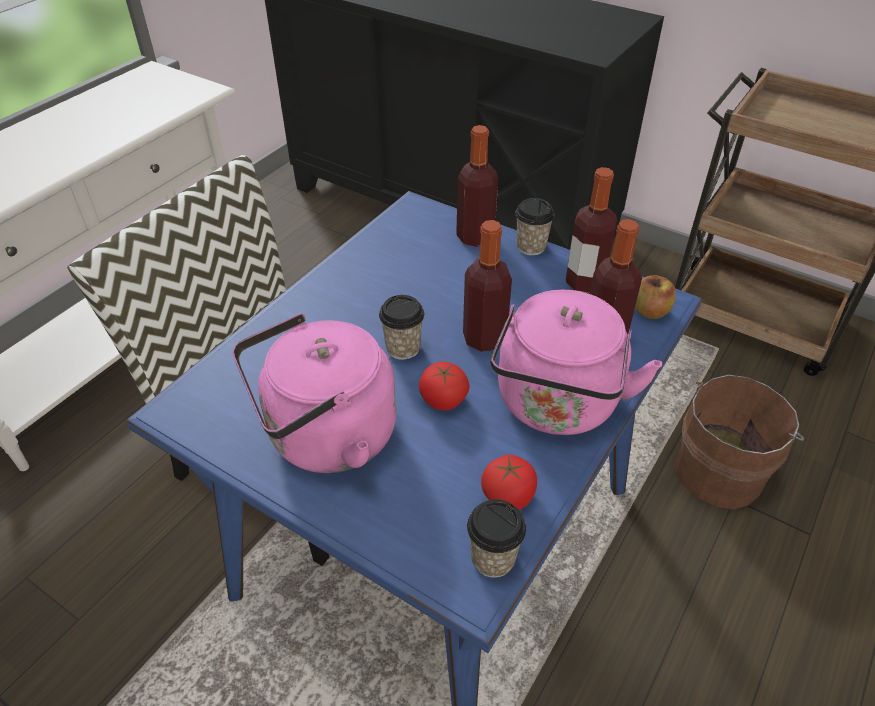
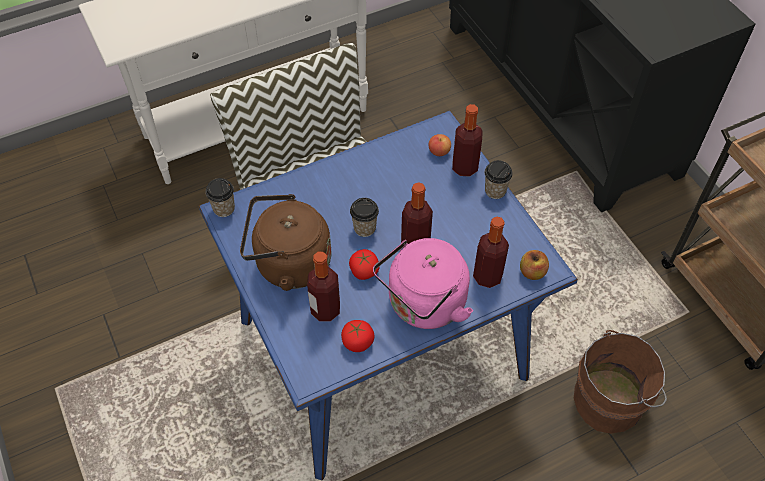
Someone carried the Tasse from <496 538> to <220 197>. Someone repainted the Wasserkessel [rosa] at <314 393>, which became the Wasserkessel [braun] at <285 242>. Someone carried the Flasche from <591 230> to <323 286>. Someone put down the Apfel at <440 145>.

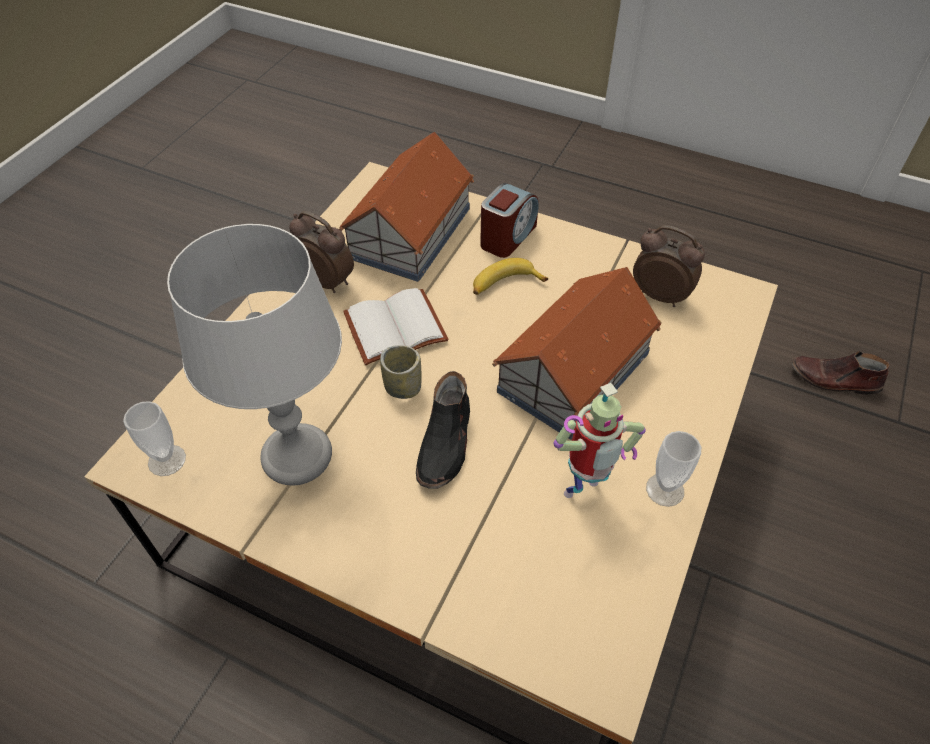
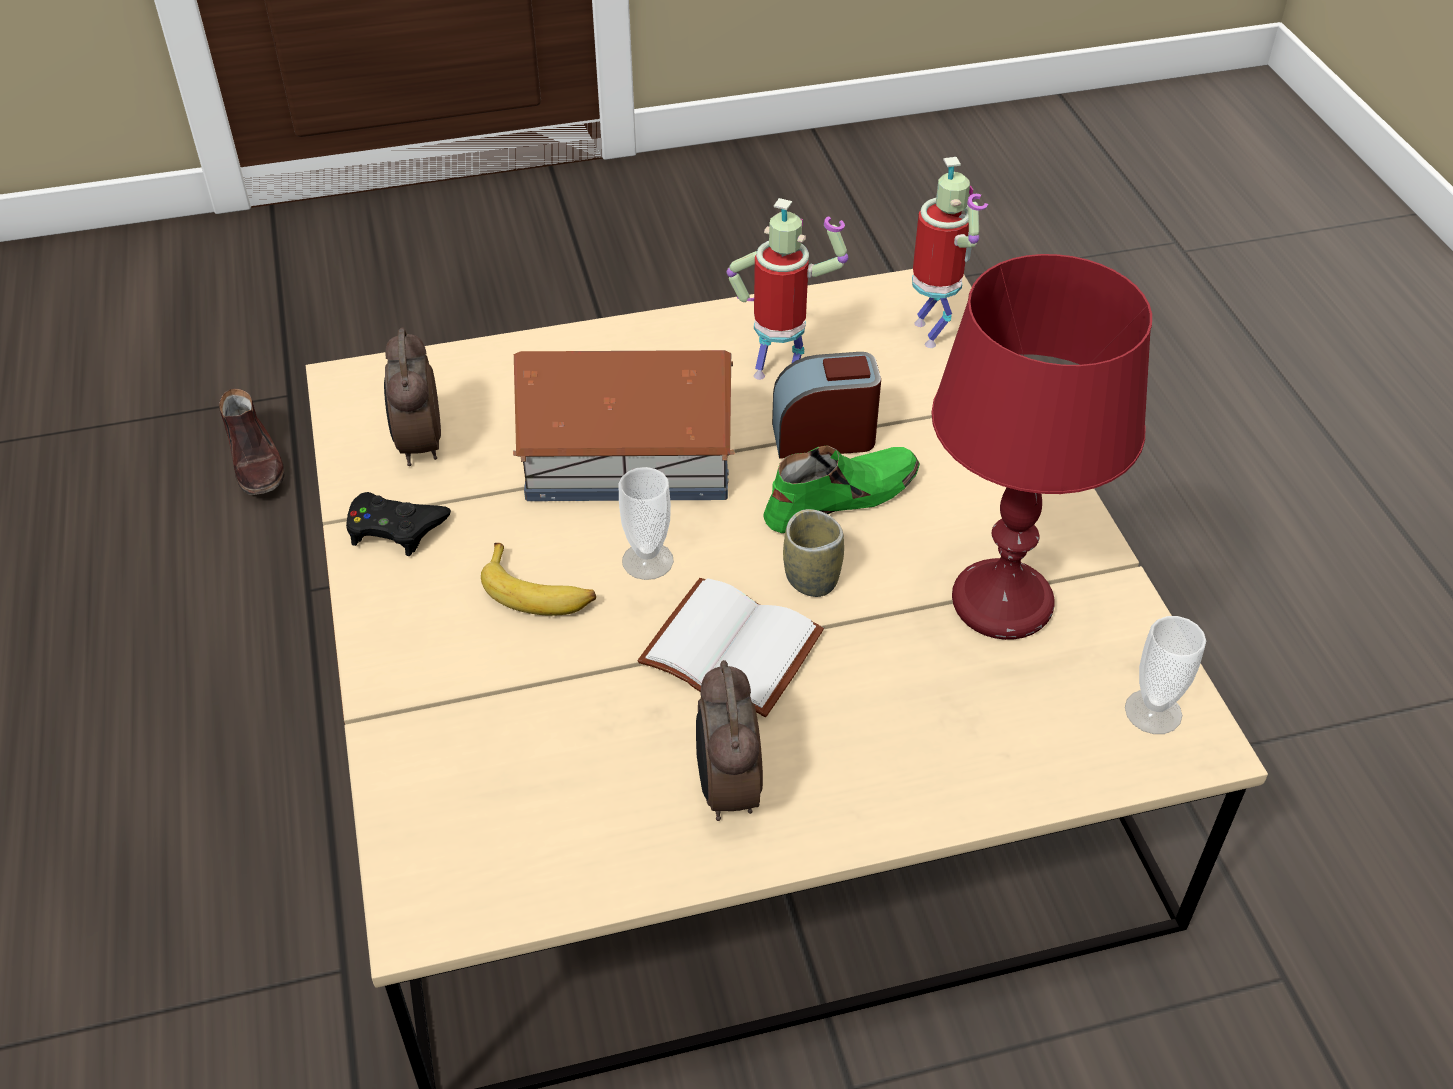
Someone put down the Gamepad [schwarz] at <398 524>. Someone carried the Tasse from <673 469> to <646 523>. Someone repainted the Schuh [schwarz] at <443 430>, which became the Schuh [grün] at <841 489>. Someone carried the Wecker from <509 220> to <826 405>. Someone put down the Spielzeugroboter at <950 252>. Someone repainted the Tischlampe [grau] at <254 355>, which became the Tischlampe [rot] at <1041 447>. Someone took away the Spielzeughaus at <406 207>.

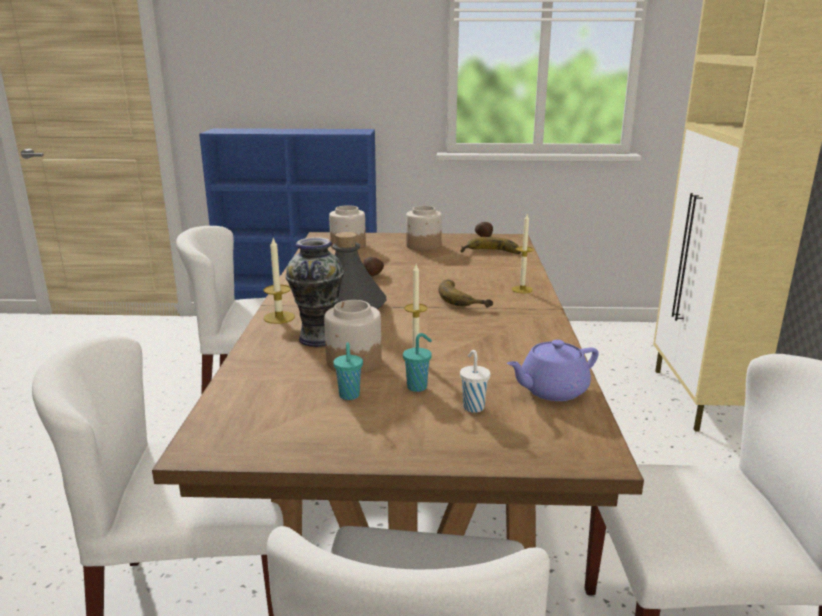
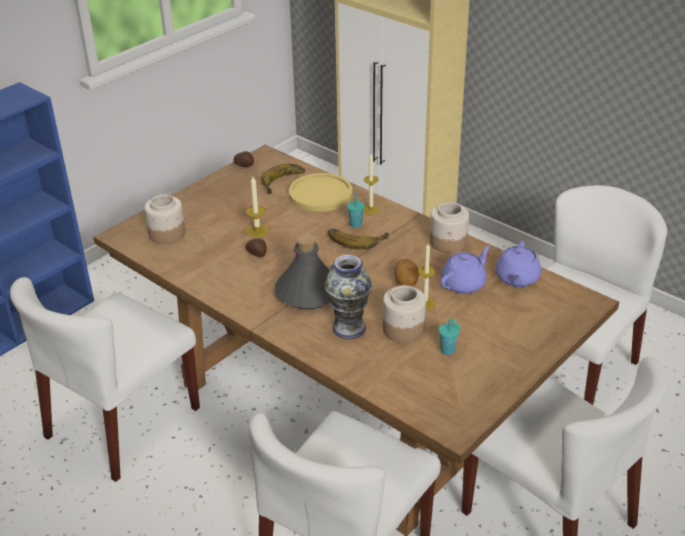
Someone carried the Kerze from <279 281> to <257 207>. Someone put down the Teller [gelb] at <320 192>. Someone carried the Tasse [türkis] from <417 362> to <355 210>. Someone put down the Kartoffel at <406 273>. Someone carried the Vorratsglas from <424 228> to <449 227>. Someone put down the Teekanne [lila] at <465 270>. Someone took away the Tasse [weiß] at <475 381>.

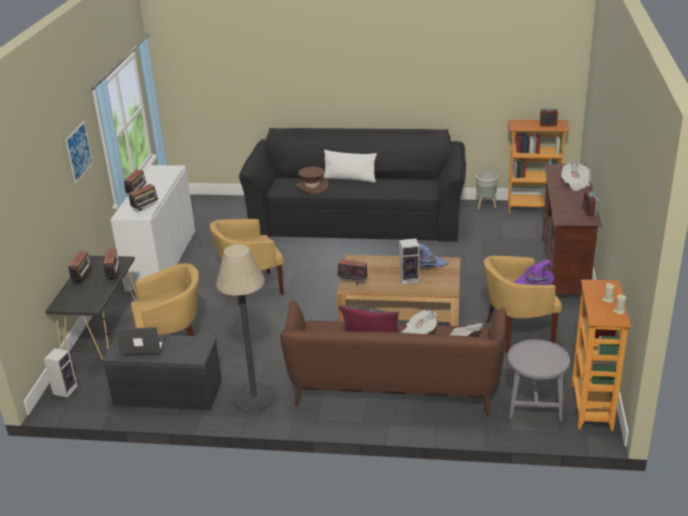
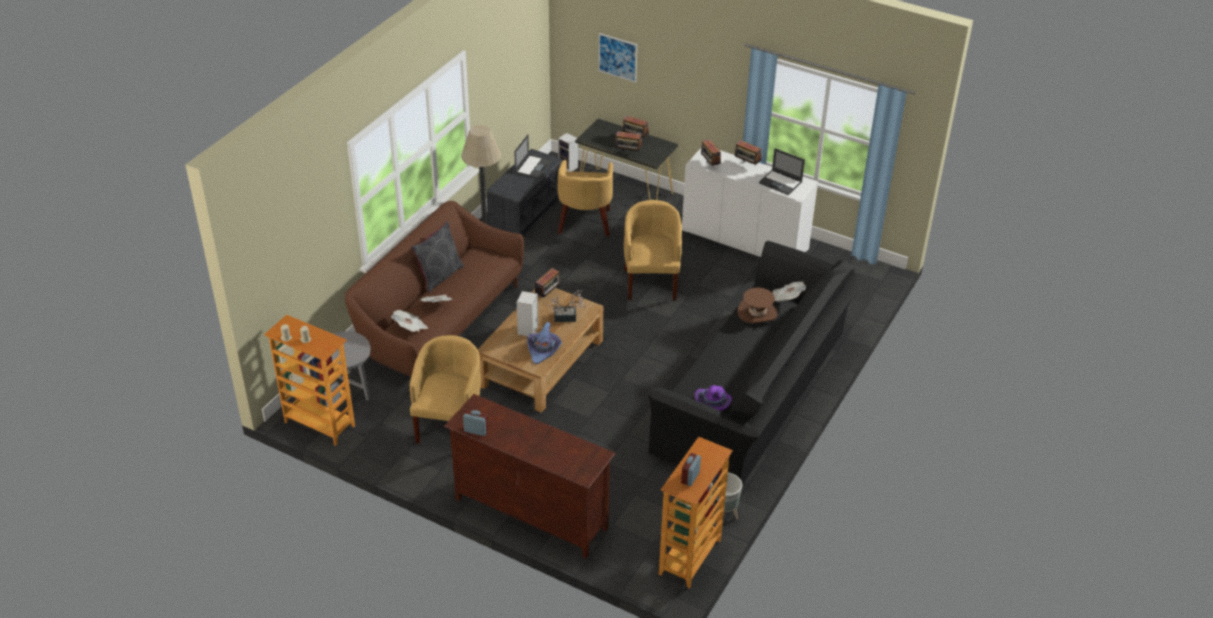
Someone put down the Topfpflanze at <567 306>. Someone carried the Bild from <79 152> to <617 58>. Someone carried the Hut [lila] from <534 272> to <713 398>. Someone put down the Laptop at <782 171>. Someone carried the Zeitung from <576 176> to <789 291>. Someone took away the Kissen [weiß] at <350 166>.

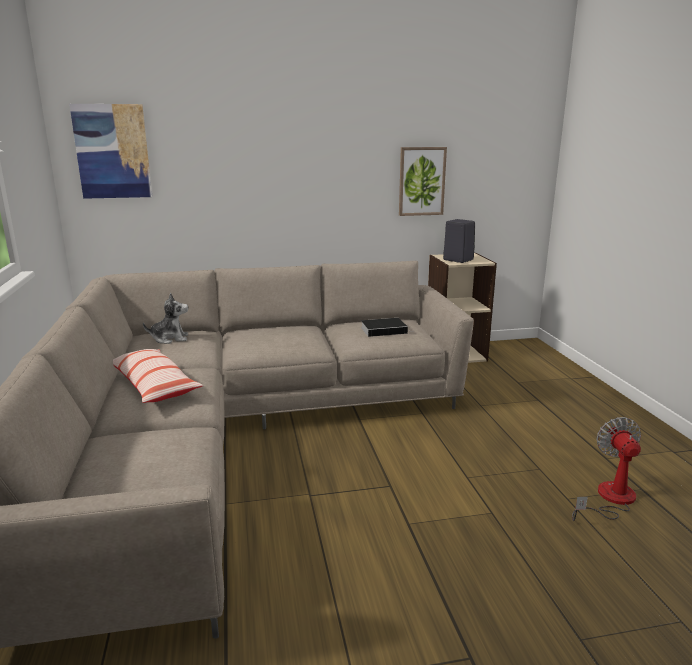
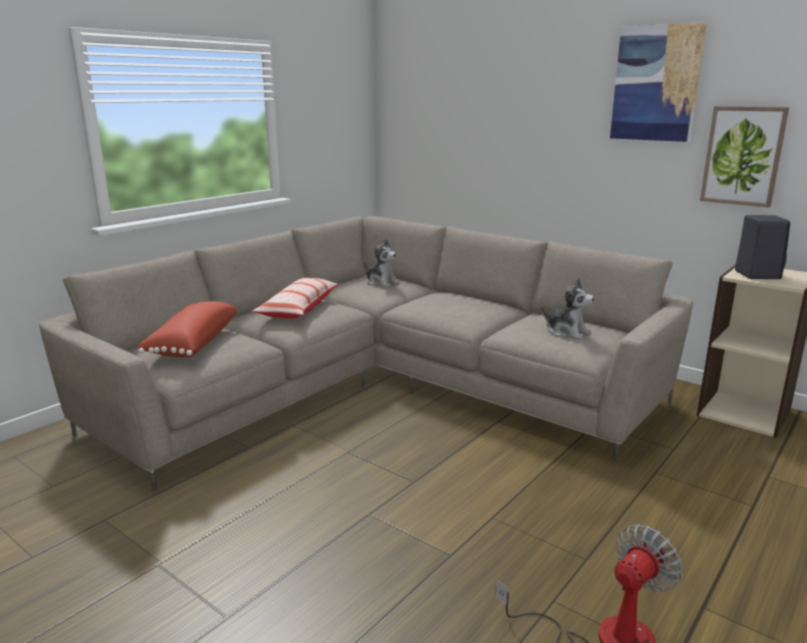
Someone put down the Kissen [rot] at <187 329>. Someone swapped the Buch at <387 327> for the Plüschtier at <567 309>. Someone carried the Bild from <111 151> to <658 82>.

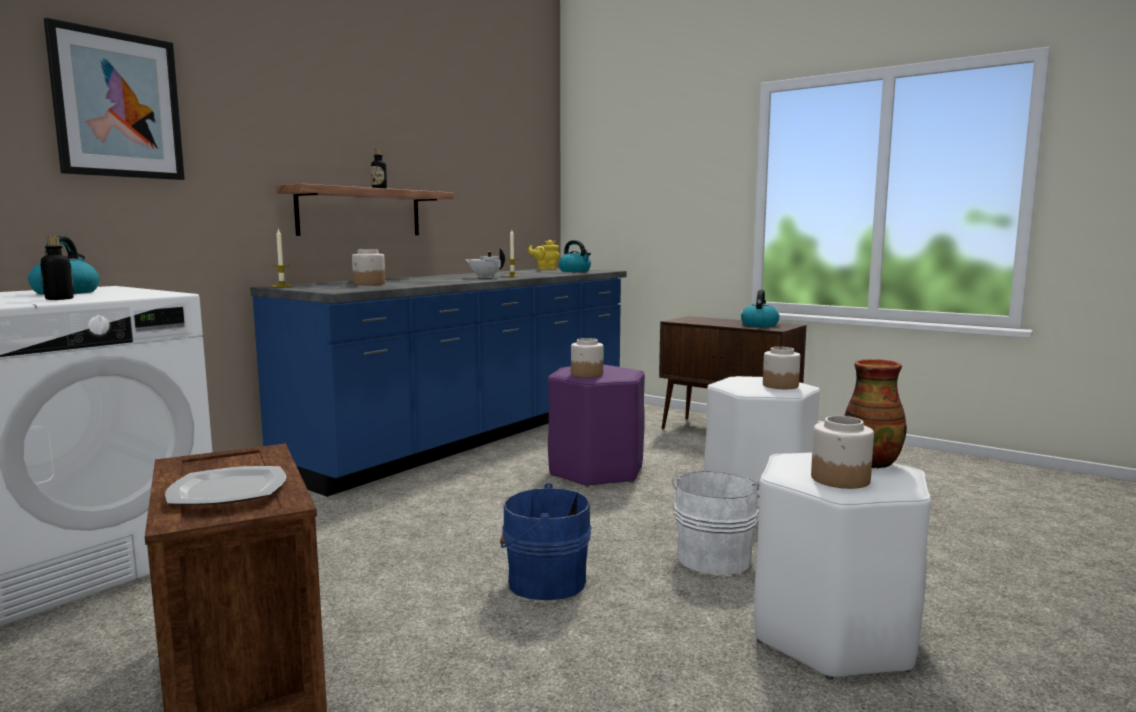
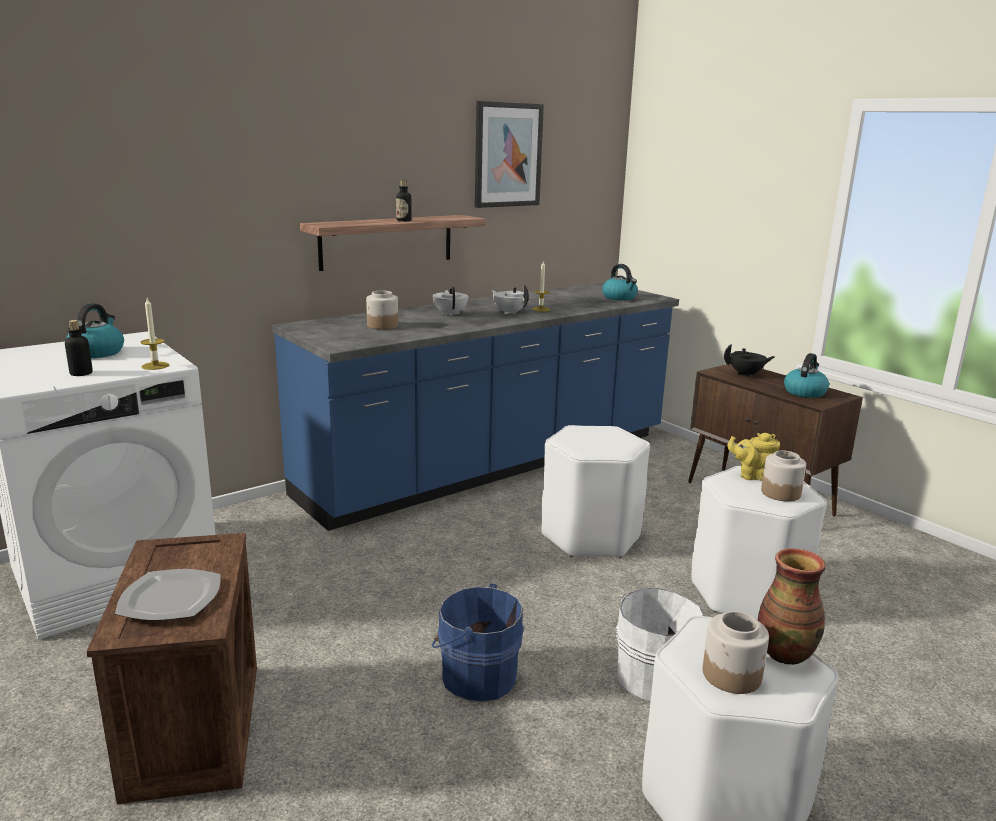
Someone carried the Kerze from <282 257> to <155 334>. Someone put down the Teekanne [weiß] at <450 301>. Someone carried the Bild from <114 99> to <509 154>. Someone repainted the Hocker [lila] at <596 426>, which became the Hocker [weiß] at <595 491>. Someone put down the Teekanne [schwarz] at <749 361>. Someone carried the Teekanne [gelb] from <544 255> to <753 457>. Someone took away the Vorratsglas at <587 357>.

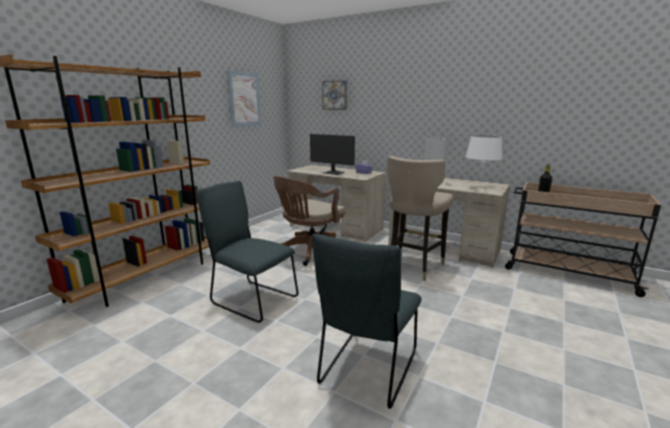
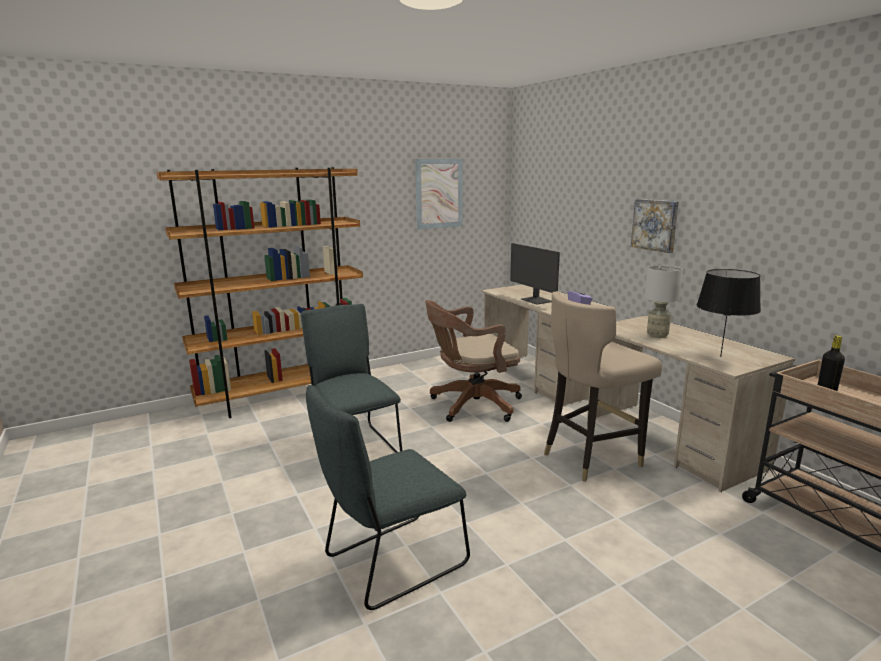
Someone carried the Bild from <335 95> to <655 226>. Someone repainted the Tischlampe [weiß] at <484 160>, which became the Tischlampe [schwarz] at <728 313>.

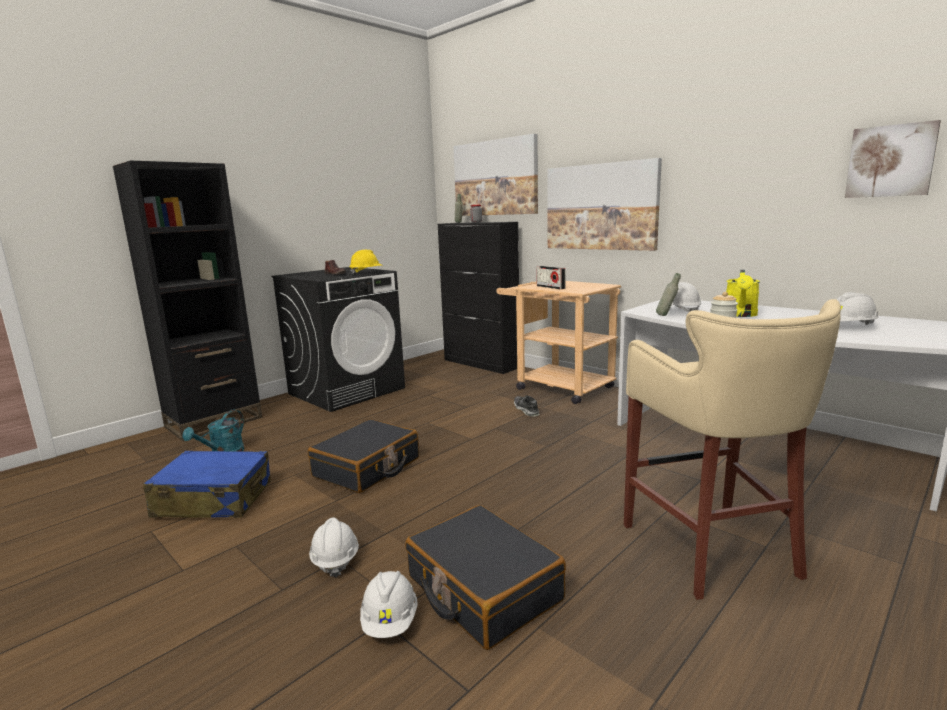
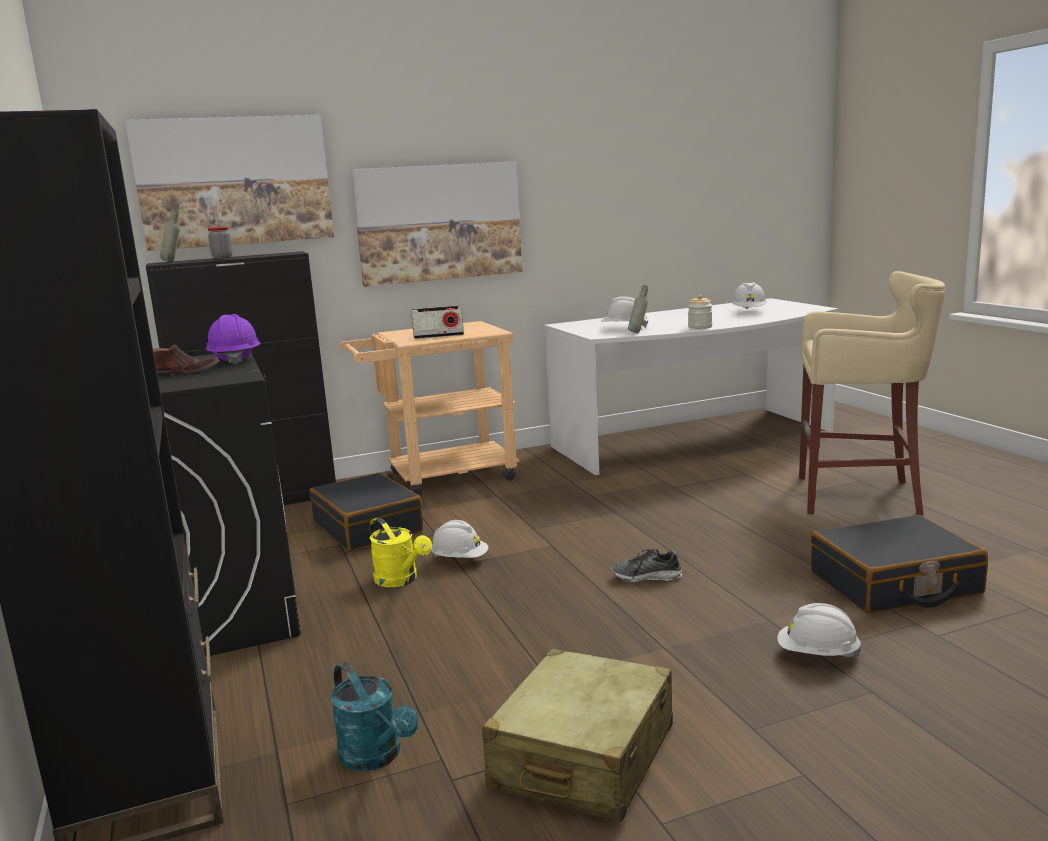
Someone repainted the Schutzhelm [gelb] at <366 262>, which became the Schutzhelm [lila] at <233 339>. Someone carried the Koffer [schwarz] from <363 456> to <366 512>. Someone carried the Gießkanne [gelb] from <743 293> to <400 552>. Someone carried the Schutzhelm [weiß] from <389 604> to <459 539>. Someone repainted the Koffer [blau] at <207 484>, which became the Koffer [beige] at <577 735>. Someone carried the Schuh from <526 405> to <646 565>. Someone took away the Bild at <893 159>.

